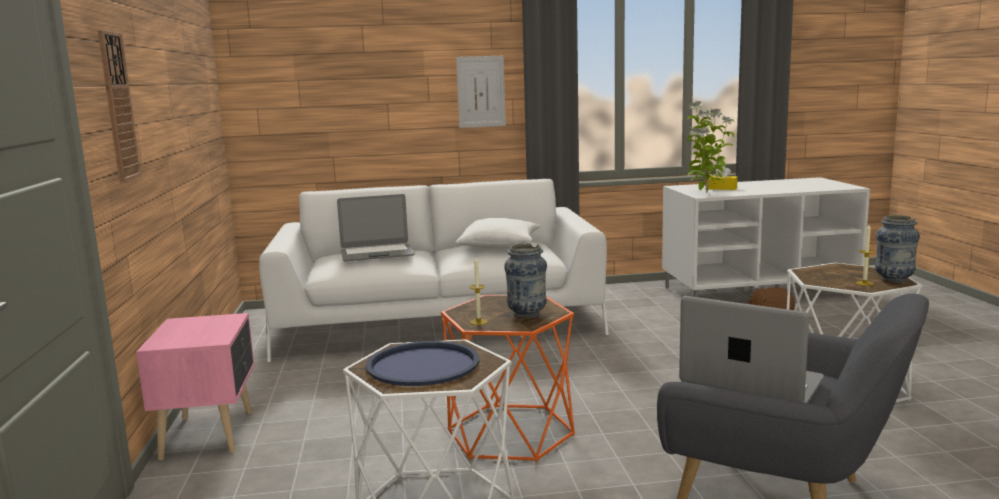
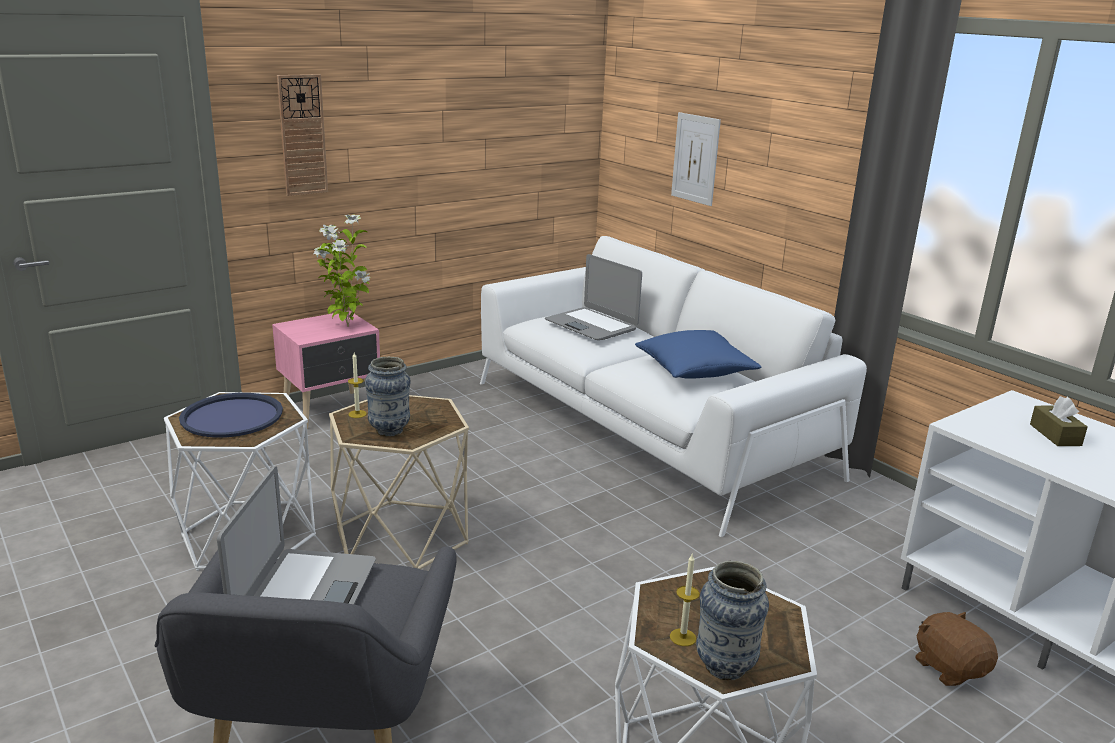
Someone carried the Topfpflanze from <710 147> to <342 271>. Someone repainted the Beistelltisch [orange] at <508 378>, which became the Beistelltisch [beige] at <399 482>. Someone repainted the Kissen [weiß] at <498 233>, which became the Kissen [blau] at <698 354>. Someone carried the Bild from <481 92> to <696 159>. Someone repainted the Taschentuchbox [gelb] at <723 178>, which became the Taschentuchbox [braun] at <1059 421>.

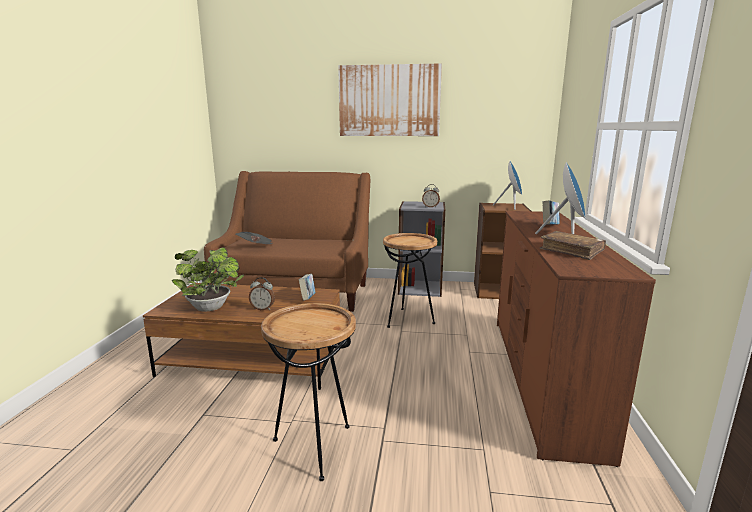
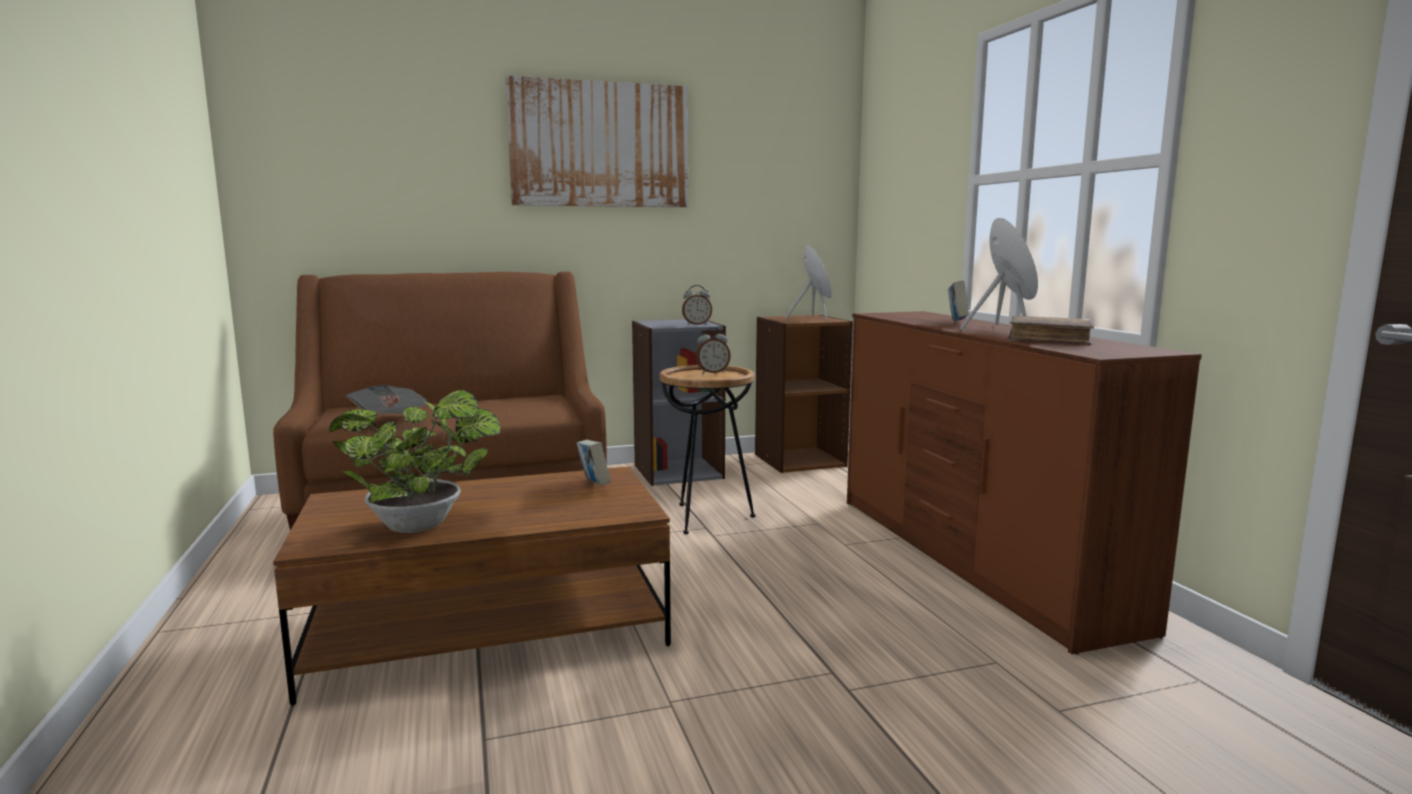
Someone carried the Wecker from <262 293> to <713 351>. Someone took away the Beistelltisch [braun] at <308 392>.

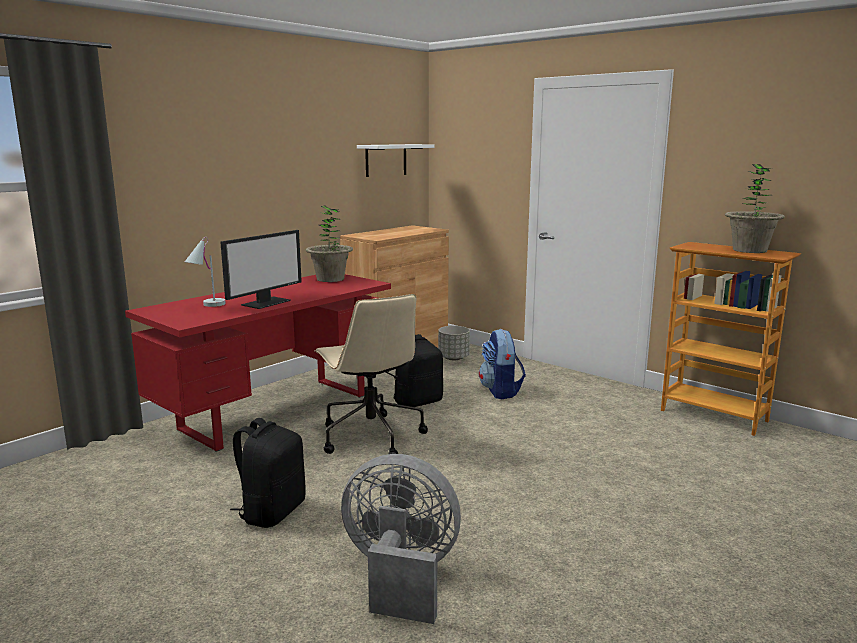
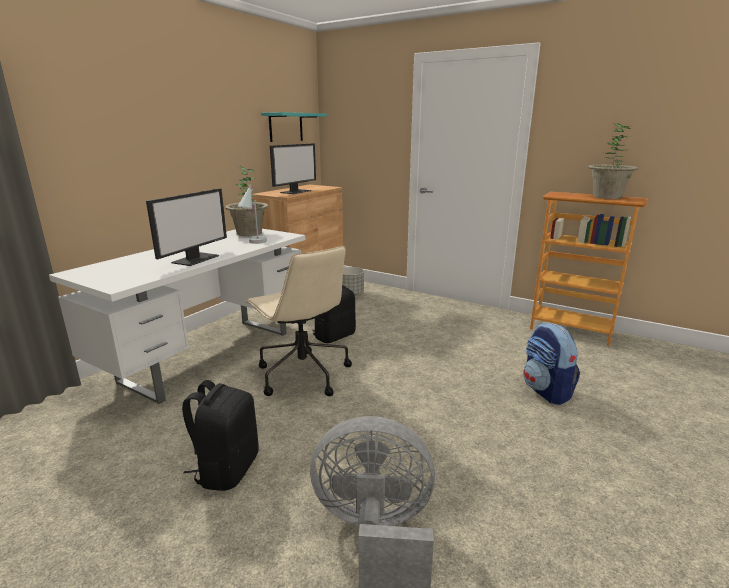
Someone repainted the Schreibtisch [rot] at <258 363>, which became the Schreibtisch [weiß] at <177 316>. Someone carried the Tischlampe [weiß] from <205 272> to <252 214>. Someone repainted the Wandregal [weiß] at <395 160>, which became the Wandregal [türkis] at <294 127>. Someone put down the Monitor at <293 168>. Someone carried the Rucksack from <502 364> to <551 364>.

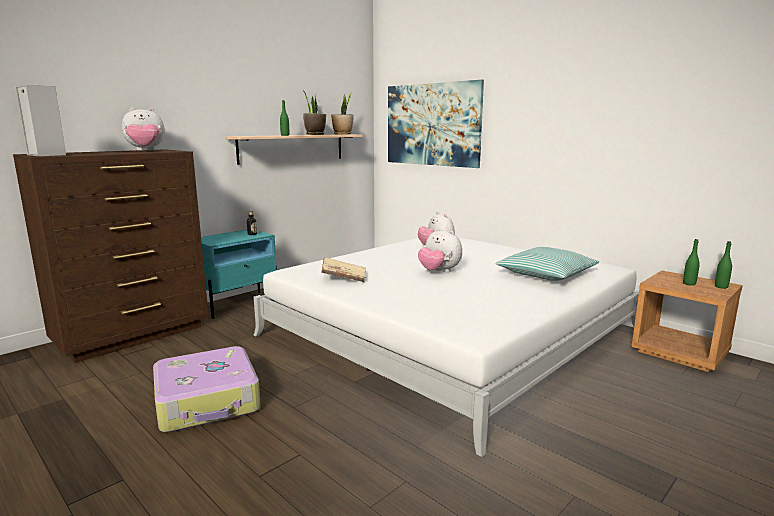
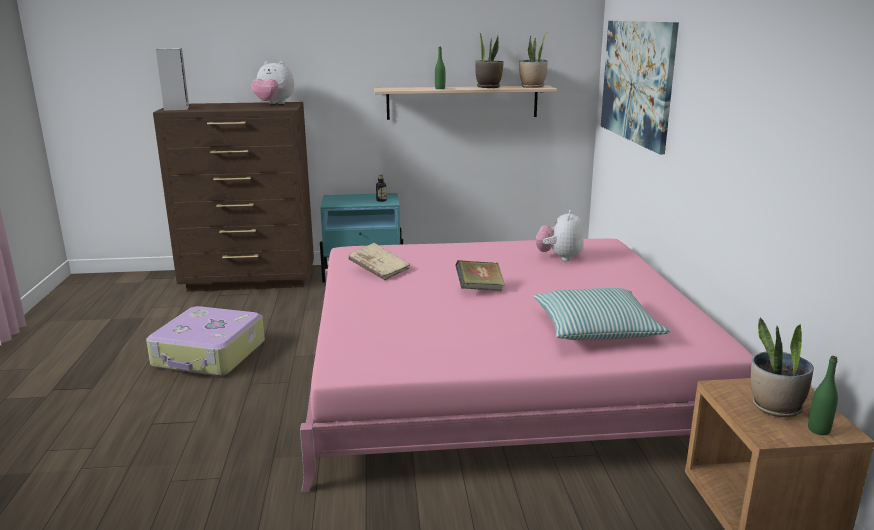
Someone repainted the Bett [weiß] at <446 347>, which became the Bett [rosa] at <526 366>. Someone swapped the Plüschtier at <440 250> for the Buch at <480 275>. Someone swapped the Flasche [grün] at <691 262> for the Topfpflanze at <782 368>.

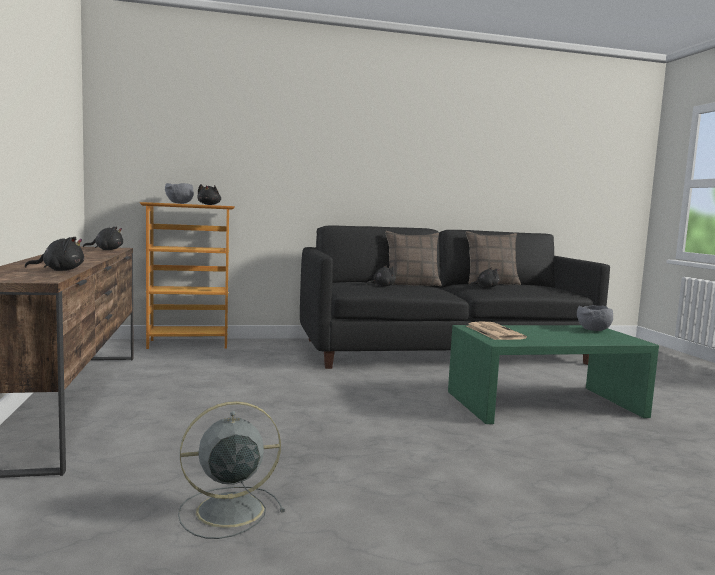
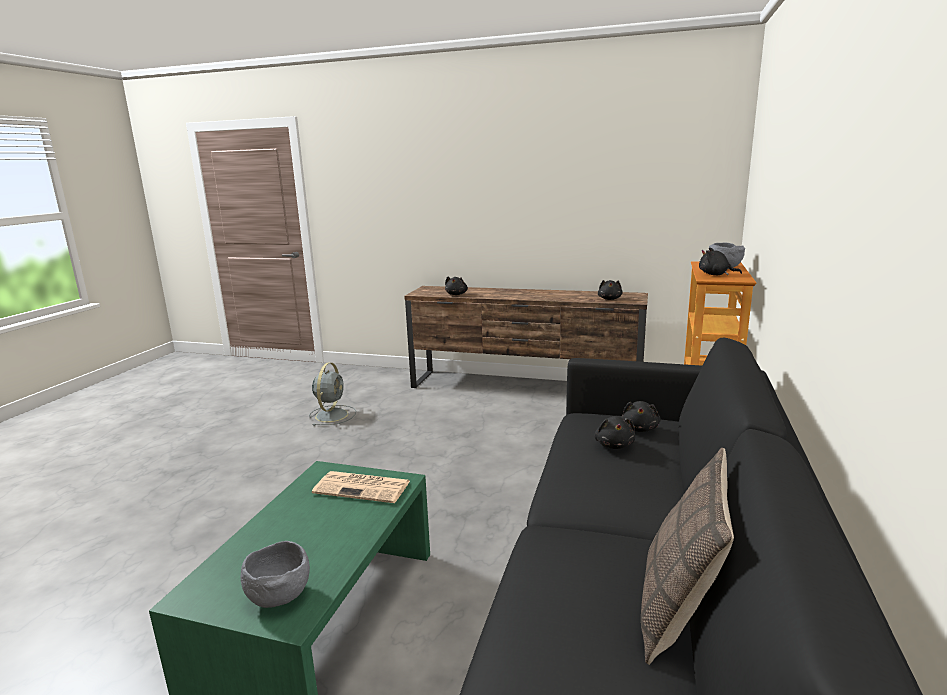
Someone carried the Plüschtier [schwarz] from <485 278> to <641 416>. Someone took away the Kissen at <413 258>.

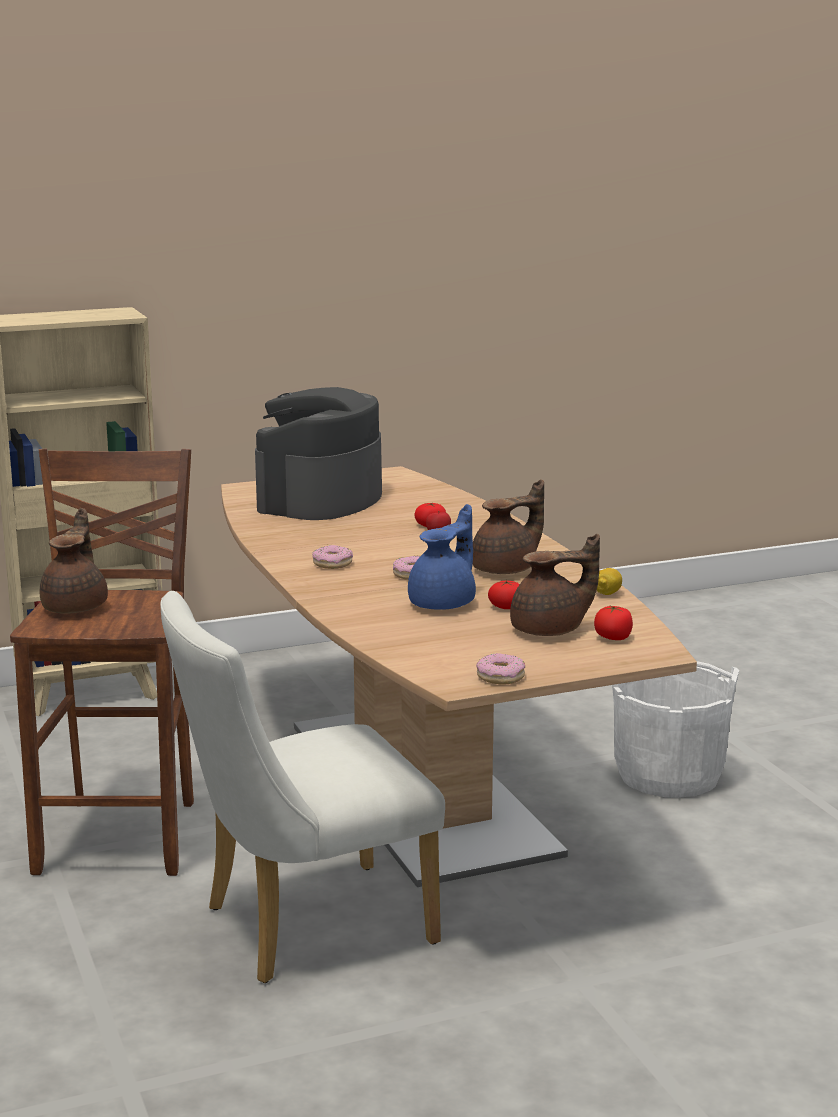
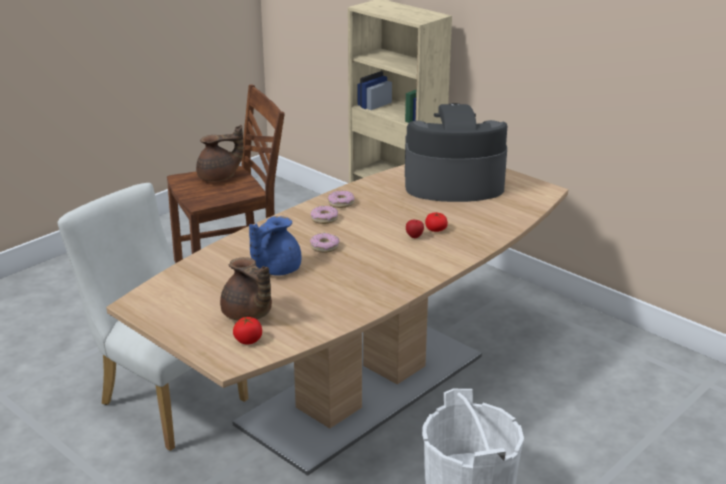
Someone rotated the Teekanne [blau] at <442 557> by 120 degrees clockwise. Someone carried the Donut from <500 668> to <341 199>. Someone took away the Teekanne [braun] at <508 526>. Someone took away the Tomate at <504 594>. Someone took away the Zitrone at <609 581>.

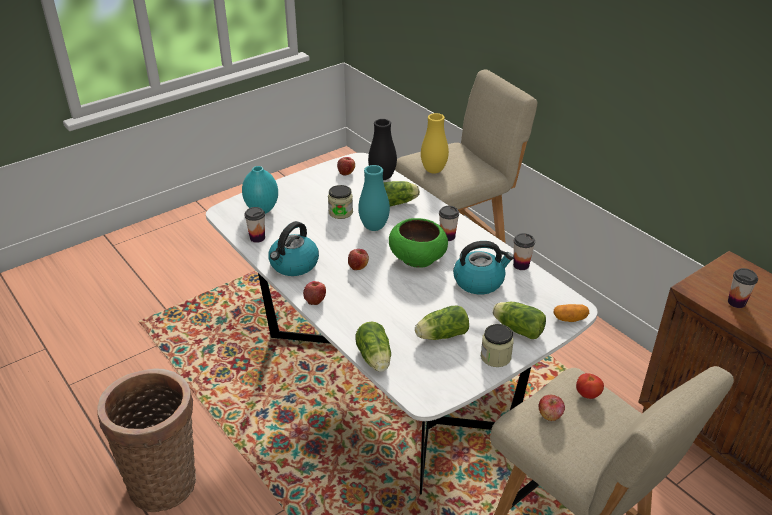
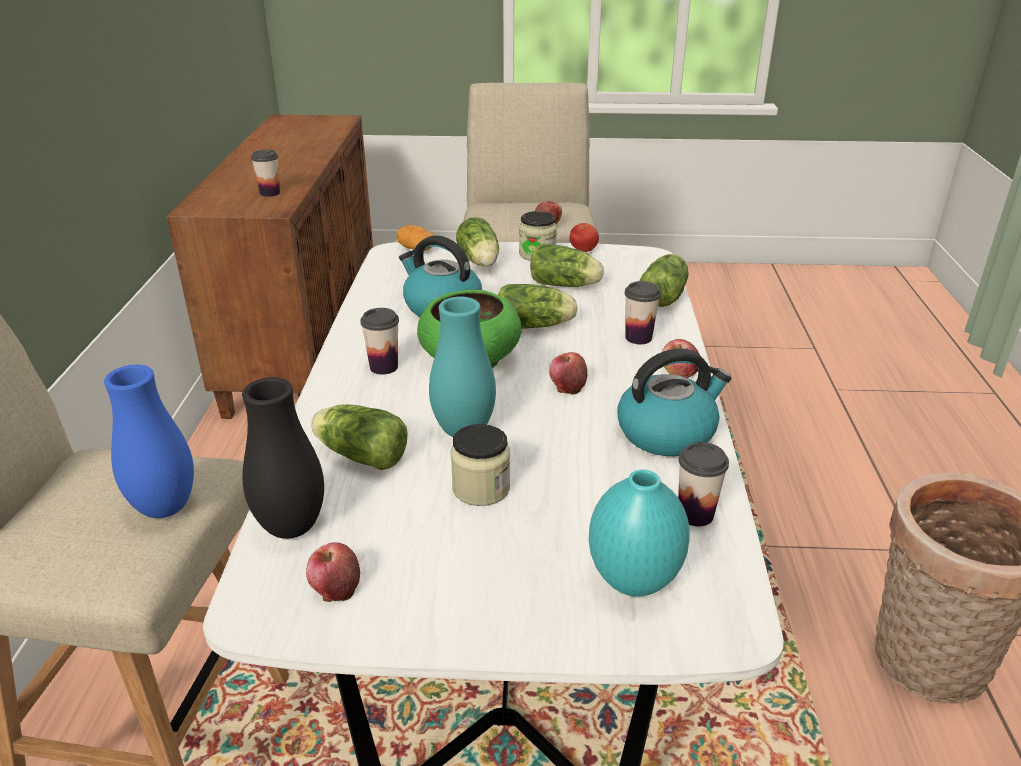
Someone repainted the Vase [gelb] at <435 143>, which became the Vase [blau] at <149 441>. Someone put down the Salatkopf at <538 306>. Someone carried the Tomate from <590 386> to <584 237>. Someone carried the Tasse from <524 251> to <643 312>.

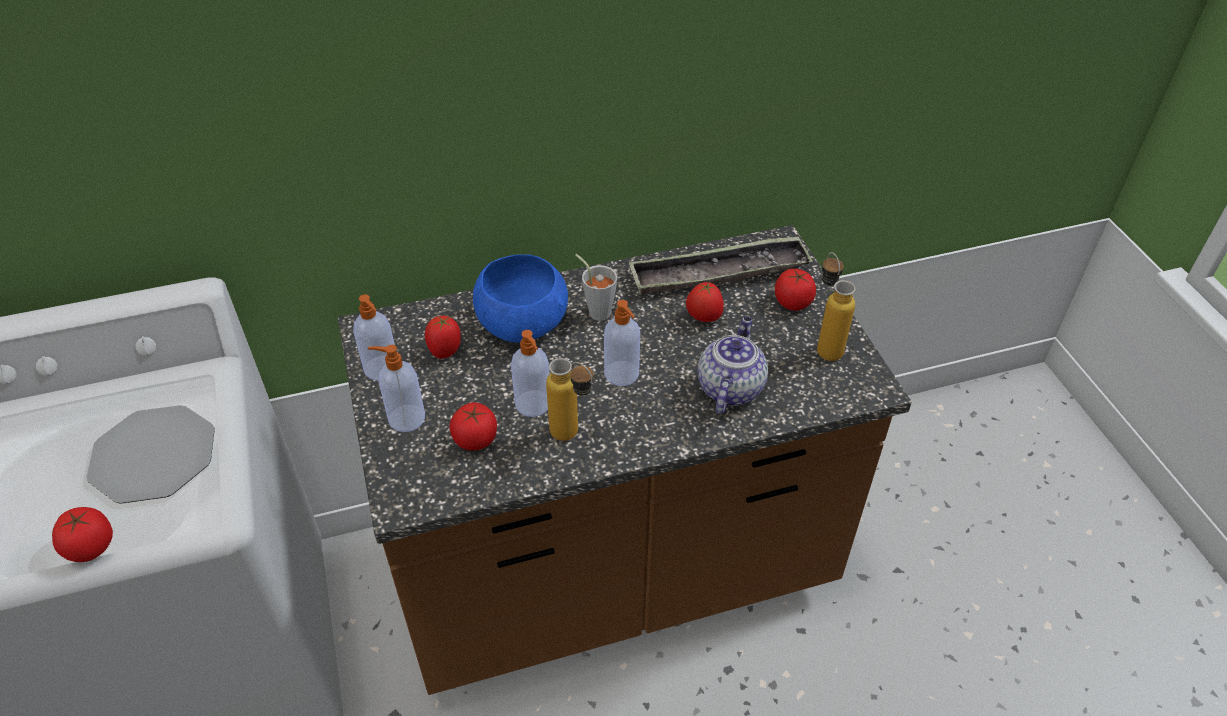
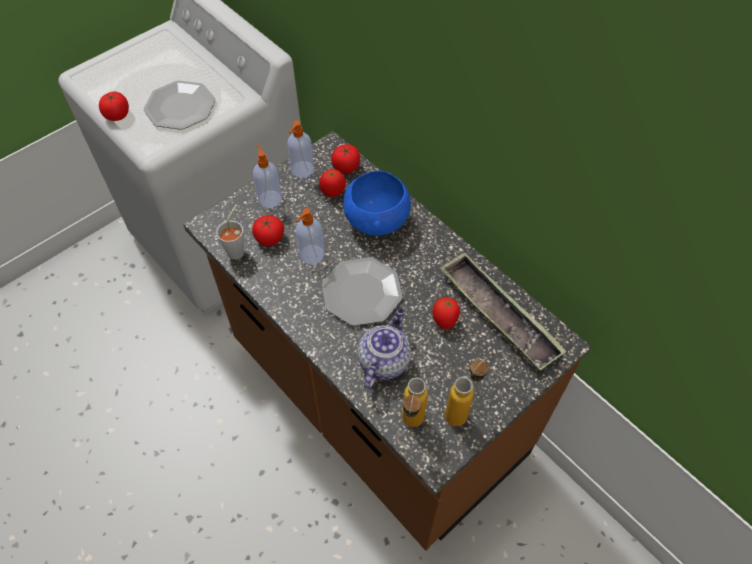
Someone carried the Tasse [grau] from <596 287> to <230 233>. Someone swapped the Seifenspender at <622 343> for the Teller at <362 291>. Someone carried the Tomate from <795 290> to <345 159>. Someone rotated the Teekanne at <733 365> by 60 degrees counterclockwise. Someone carried the Flasche from <569 399> to <415 402>.

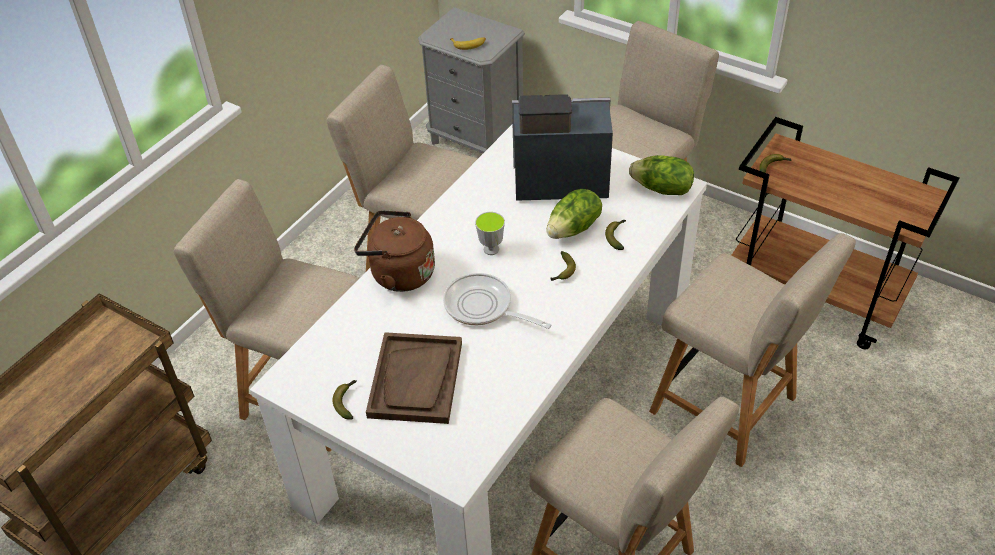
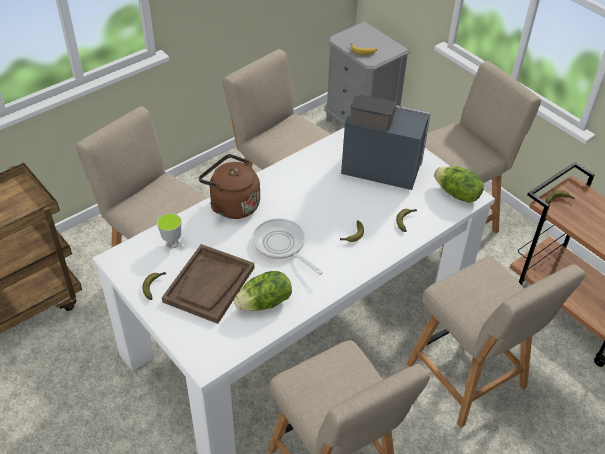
Someone carried the Tasse from <490 233> to <169 230>. Someone carried the Salatkopf from <574 214> to <263 291>.

